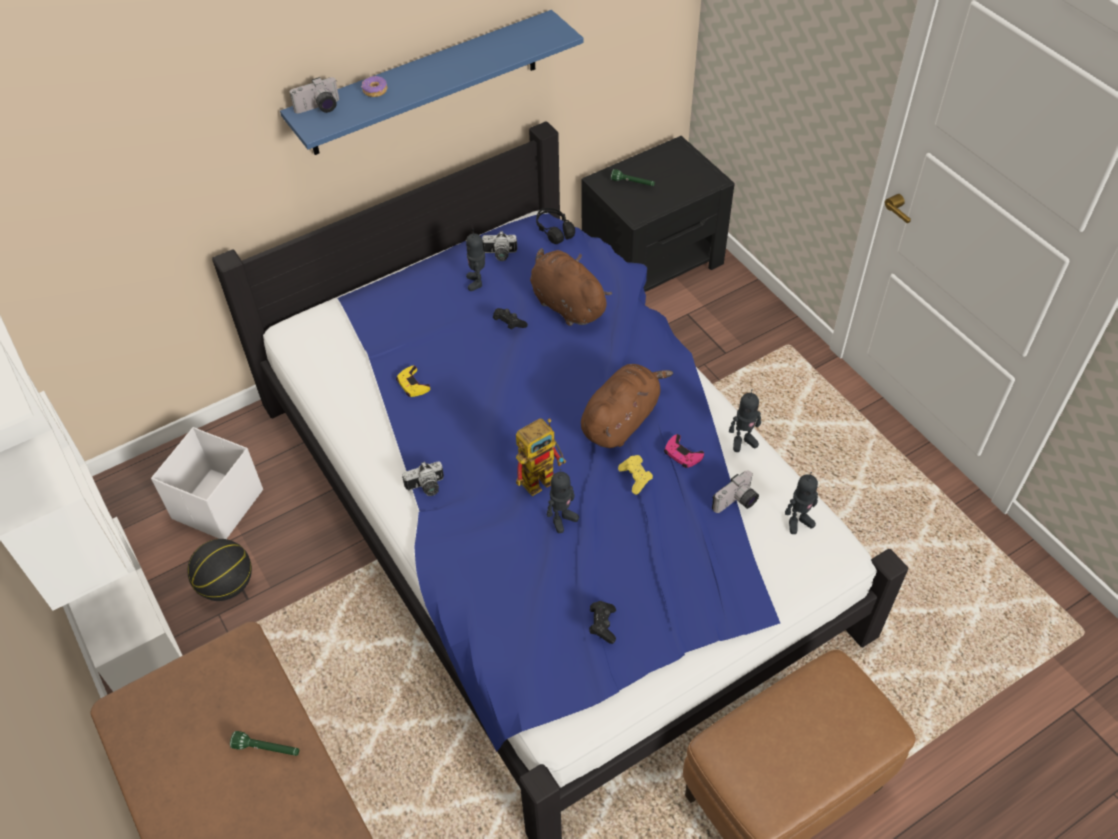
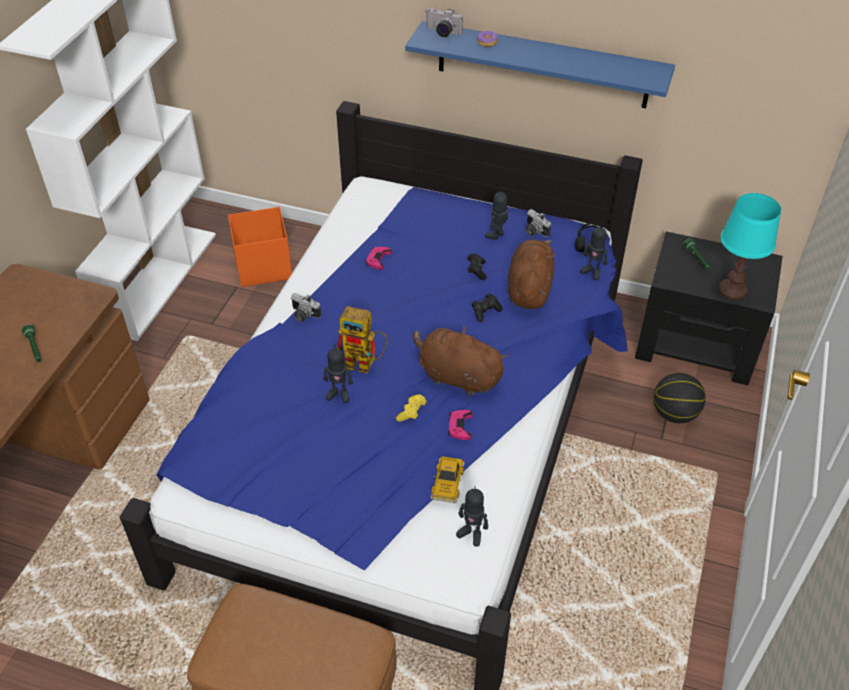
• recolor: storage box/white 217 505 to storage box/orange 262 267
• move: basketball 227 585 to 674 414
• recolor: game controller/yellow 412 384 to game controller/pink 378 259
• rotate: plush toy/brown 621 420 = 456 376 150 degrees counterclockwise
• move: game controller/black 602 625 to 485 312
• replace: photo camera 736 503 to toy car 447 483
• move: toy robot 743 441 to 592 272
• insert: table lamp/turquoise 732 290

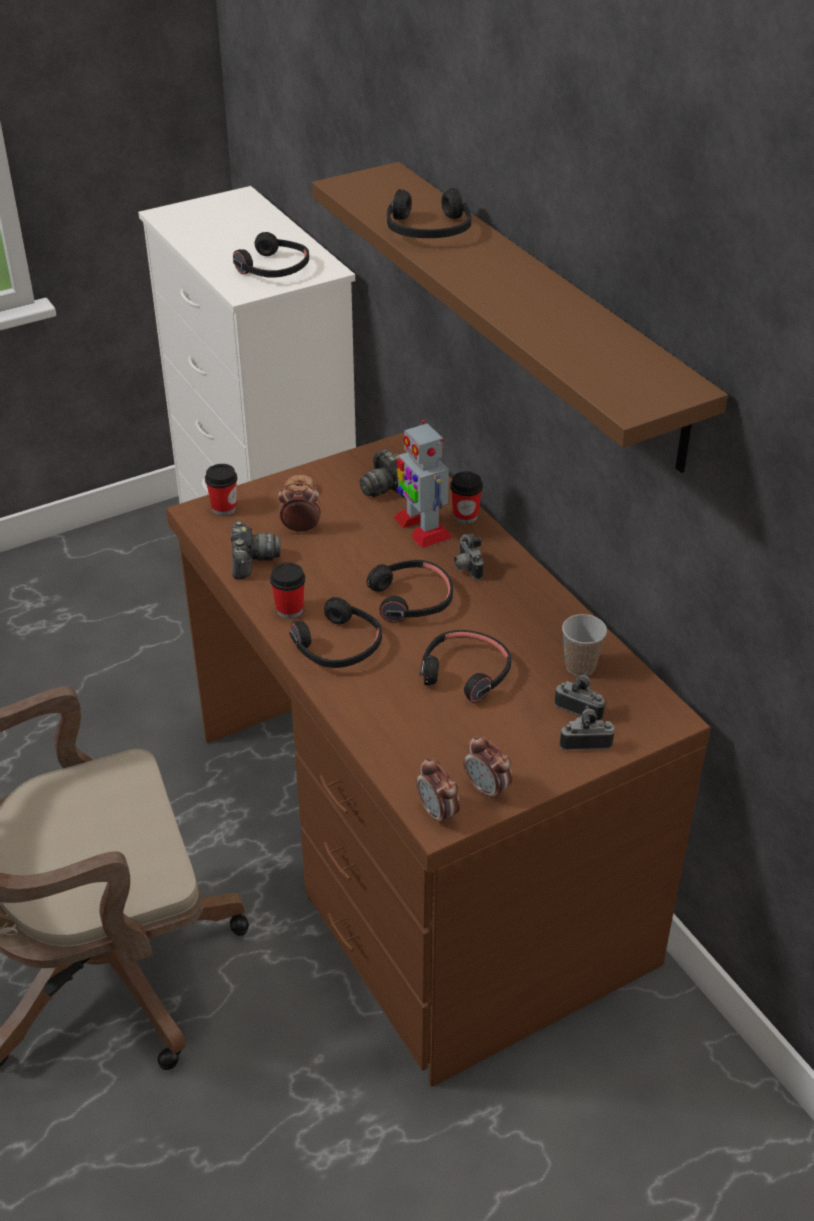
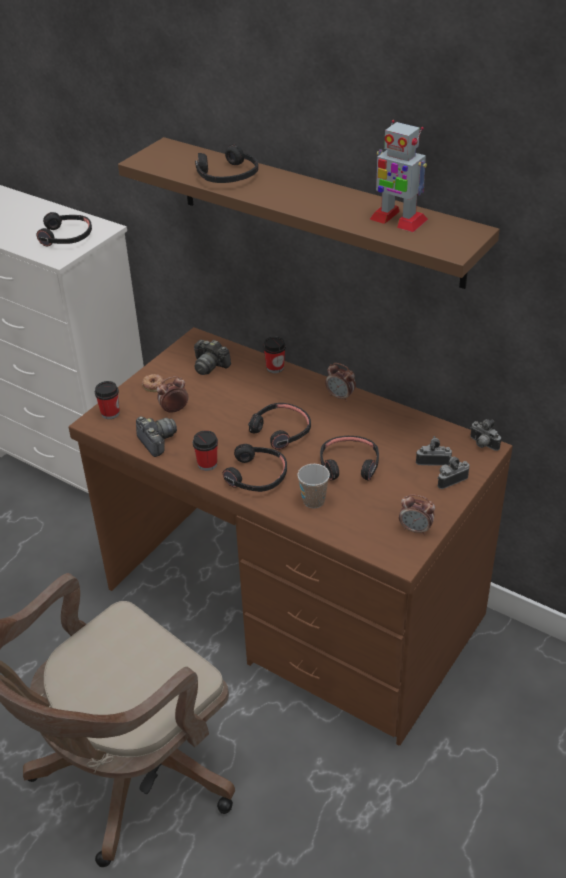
• move: toy robot 422 527 to 397 219
• move: alarm clock 438 813 to 340 396
• move: photo camera 466 568 to 482 445
• move: cup 580 666 to 313 501

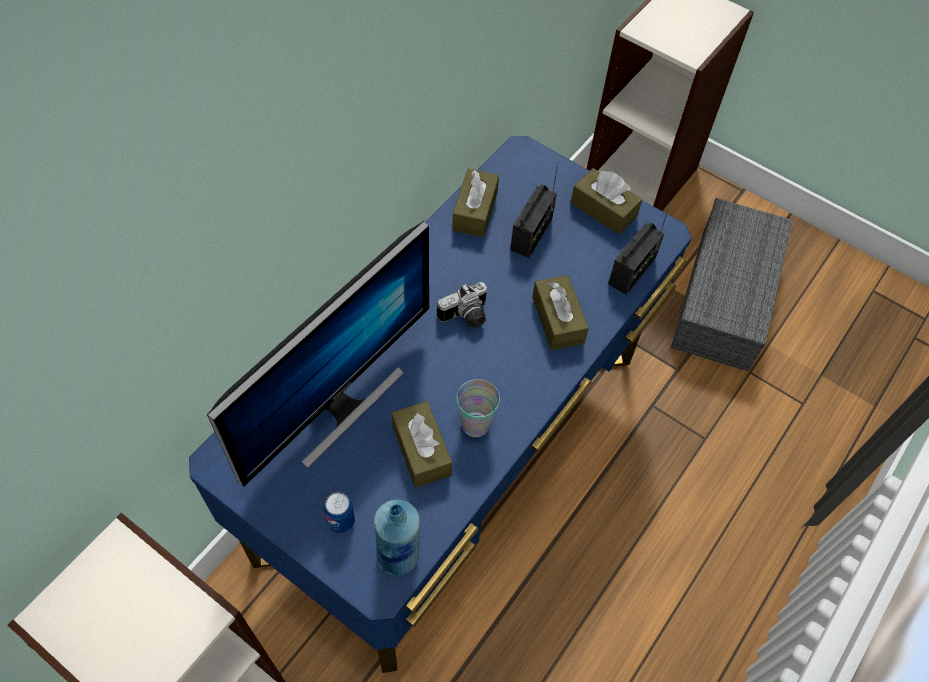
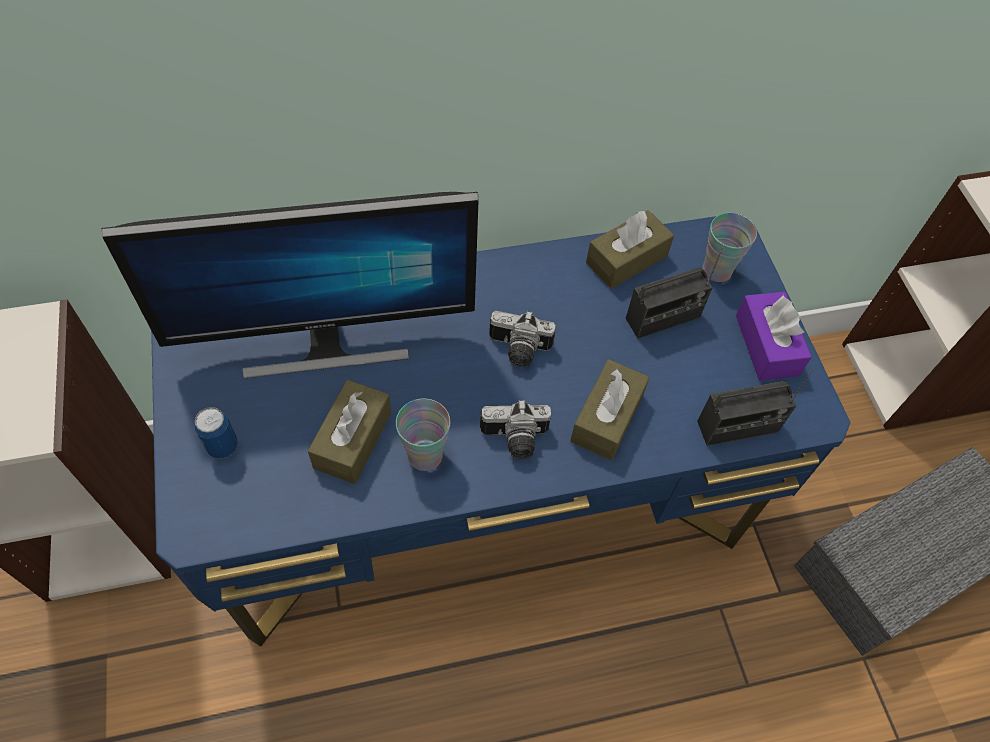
• delete: bottle/blue 399 556
• recolor: tissue box/brown 603 209 to tissue box/purple 766 345
• insert: photo camera 515 440
• insert: cup 716 270

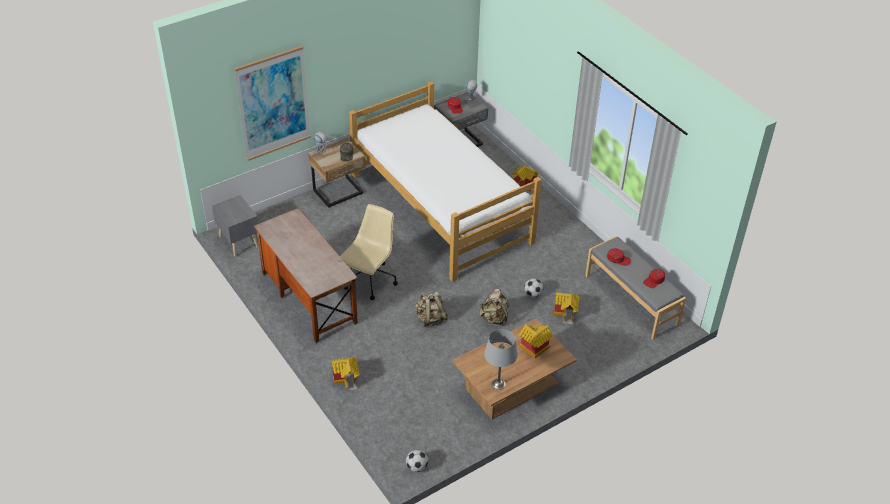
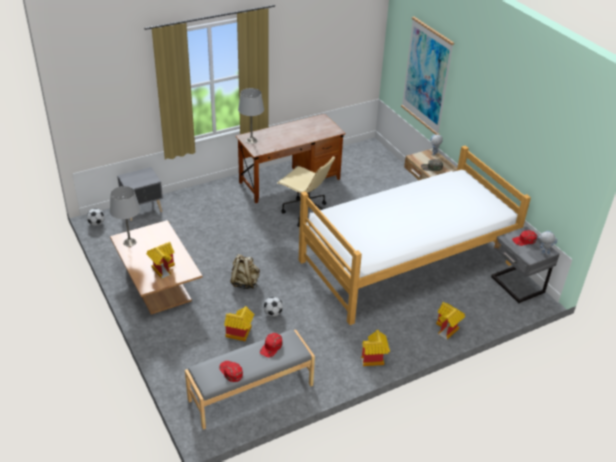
• move: nightstand/grey 239 241 to 143 210
• move: toy house 347 380 to 374 359
• delete: backpack/beige 430 319
• insert: table lamp/grey 251 140

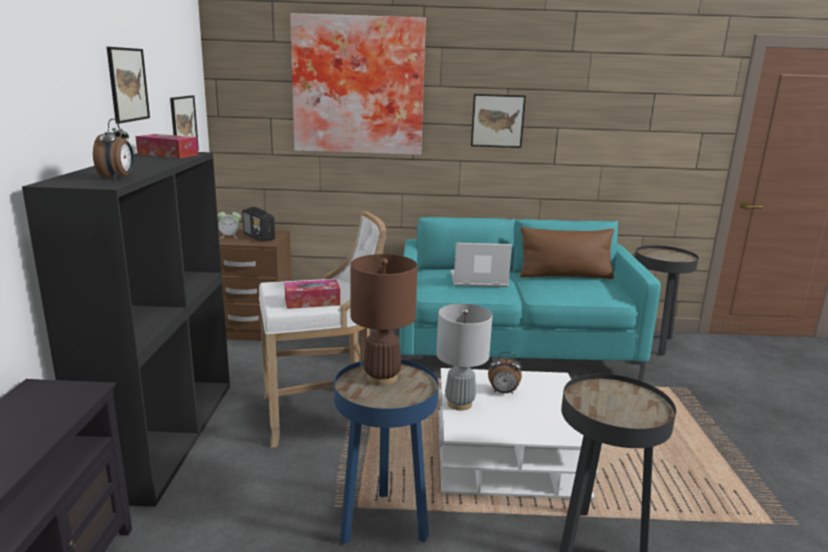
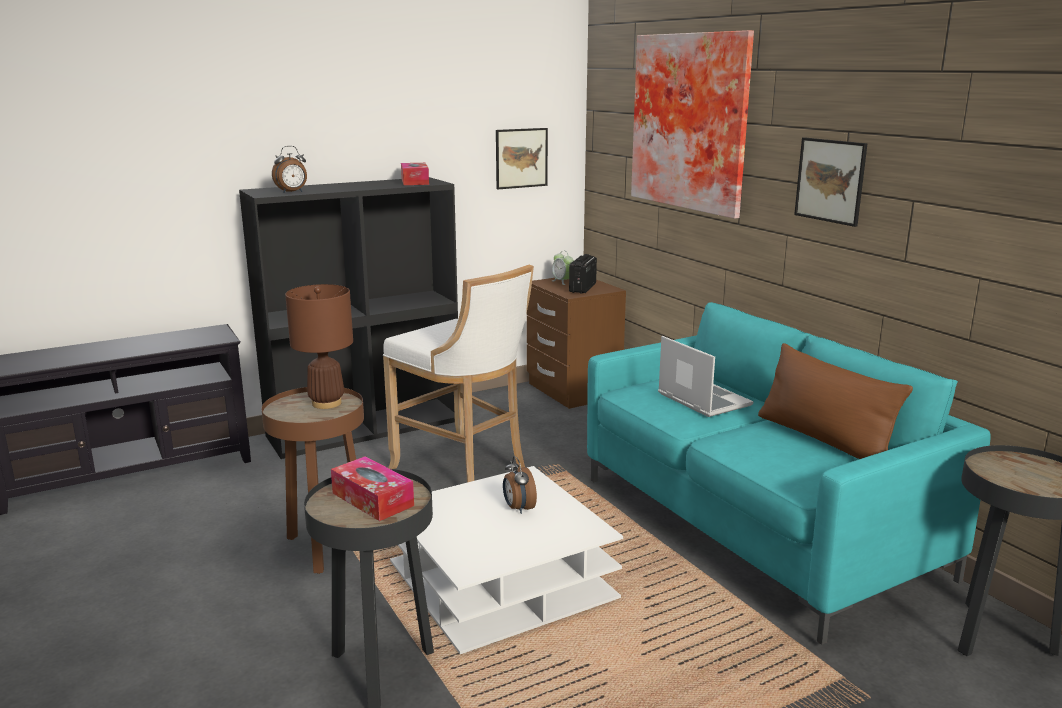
• delete: picture 128 84
• move: tissue box 312 302 to 372 499
• recolor: side table/blue 383 524 to side table/brown 326 548
• delete: table lamp/grey 459 404

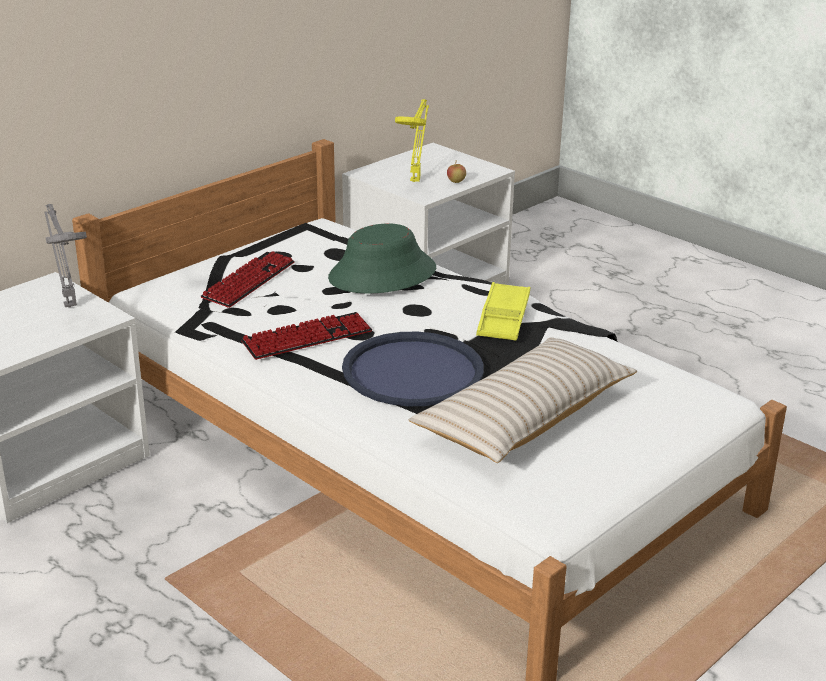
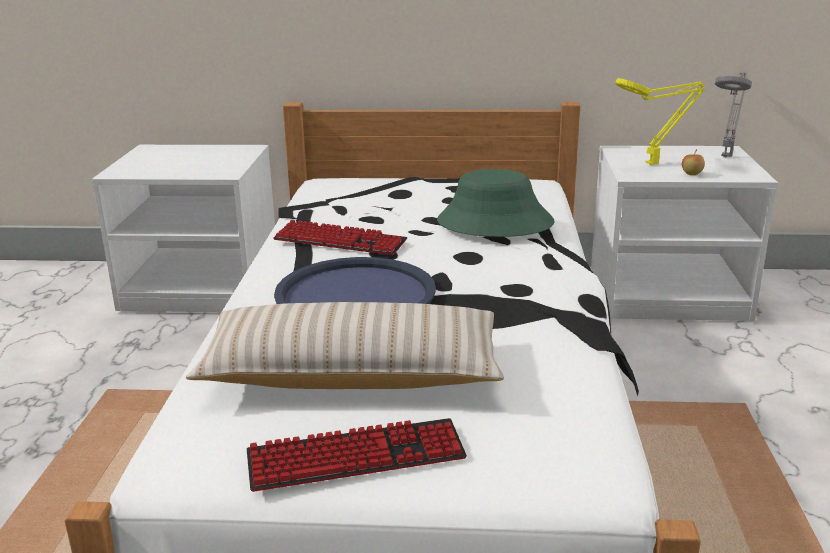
• move: table lamp/grey 69 304 to 727 155
• move: keyboard 249 281 to 356 457
• delete: tray/yellow 503 318

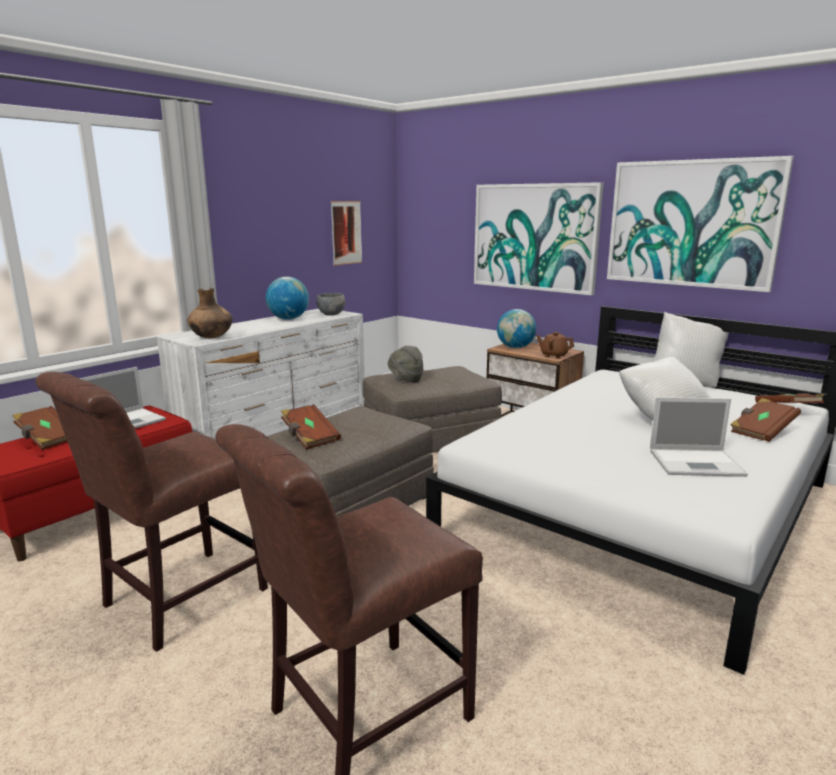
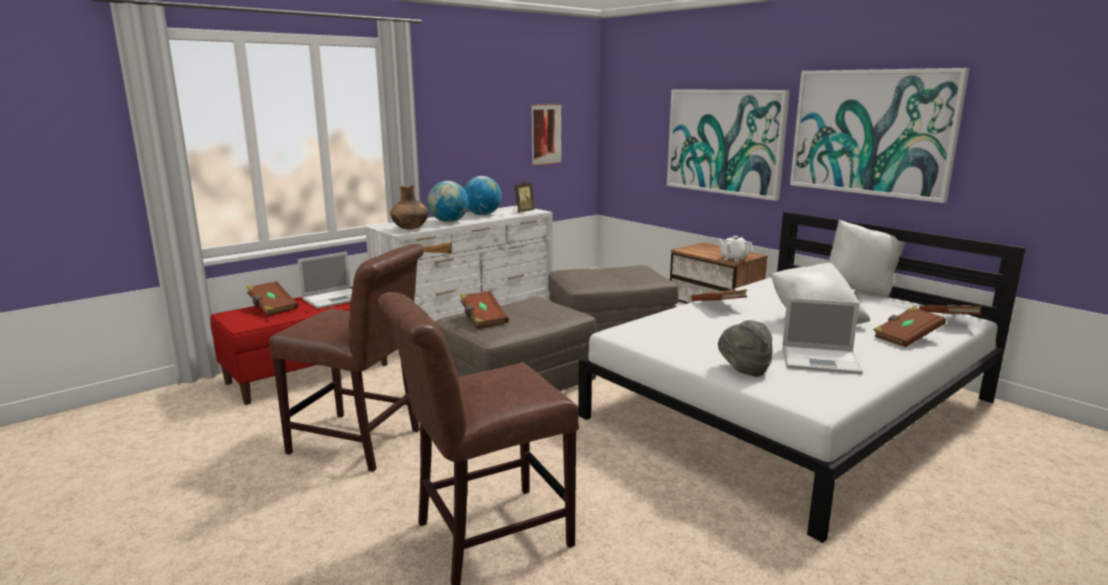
• rotate: chair/brown 177 600 = 361 443 120 degrees counterclockwise
• replace: bowl/grey 331 314 to picture frame 523 212
• move: hat/grey 406 380 to 743 370
• move: globe 515 348 to 448 221
• recolor: teapot/brown 554 356 to teapot/white 733 259
• insert: book/brown 718 306

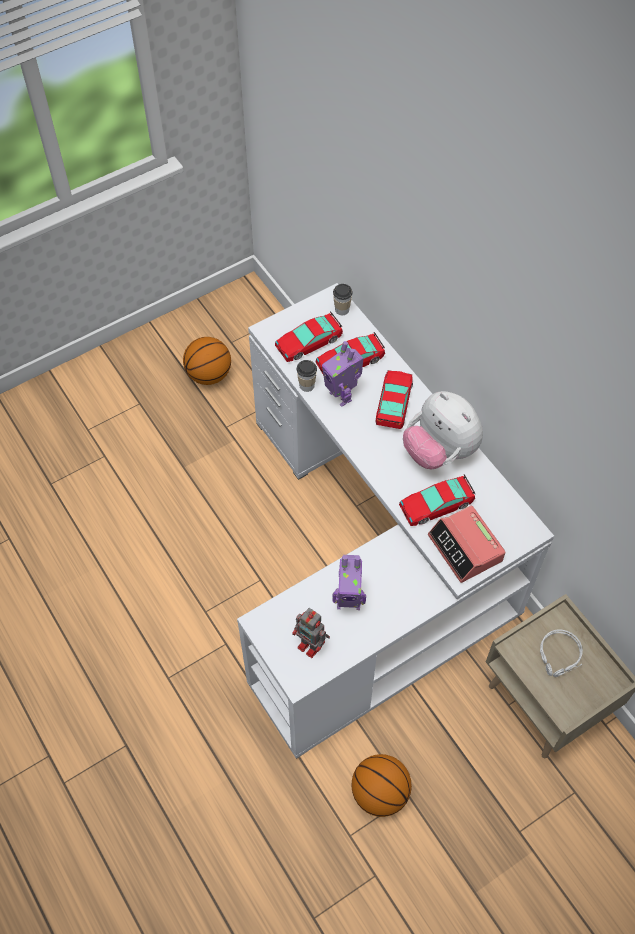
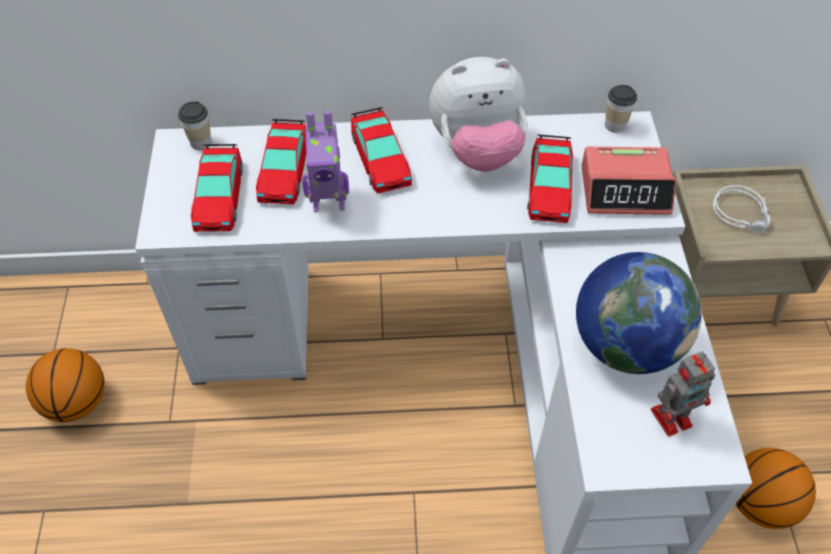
• move: cup 307 385 to 615 125
• replace: toy robot 348 601 to globe 625 344
• rotate: toy car 394 403 = 380 159 150 degrees counterclockwise

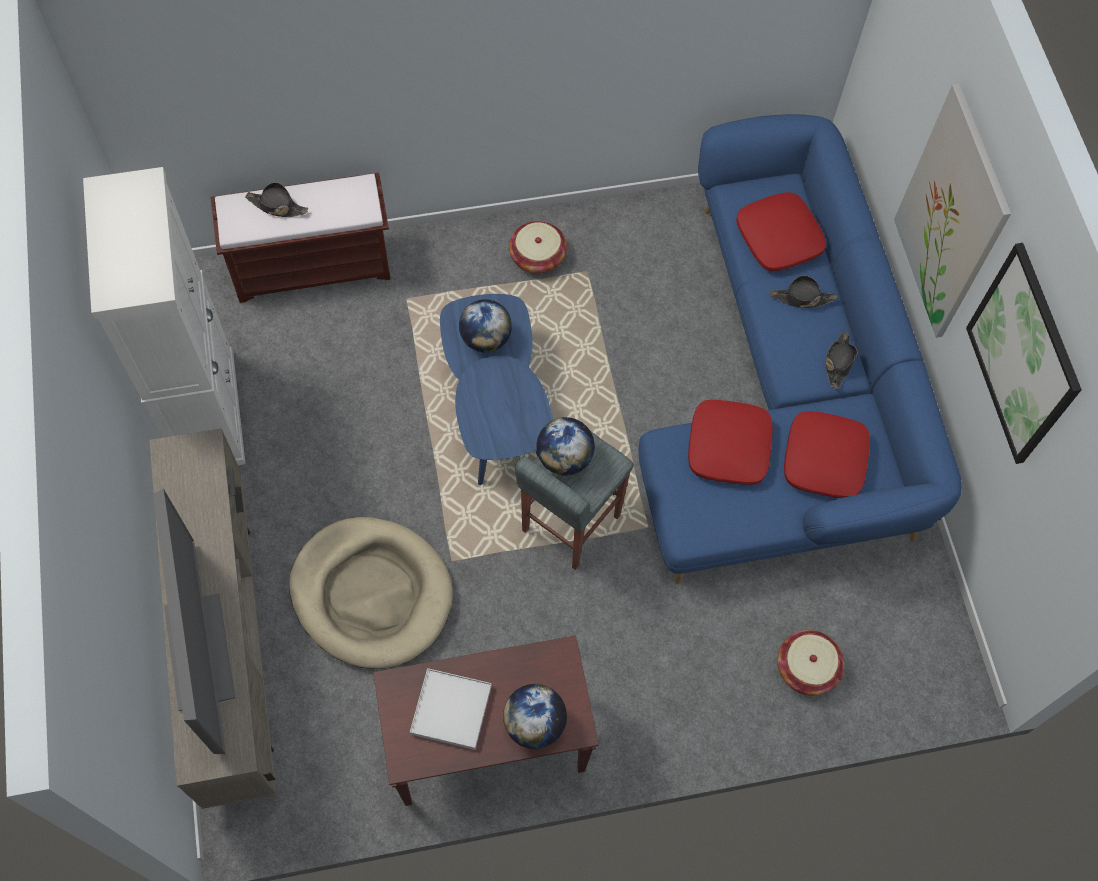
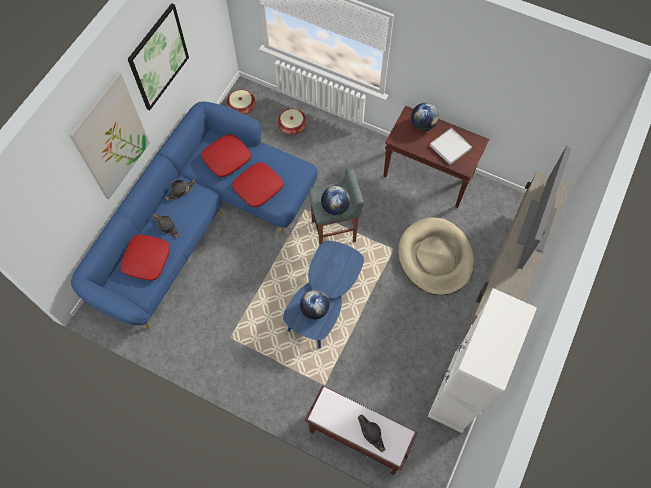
• move: basket 537 256 to 242 107

